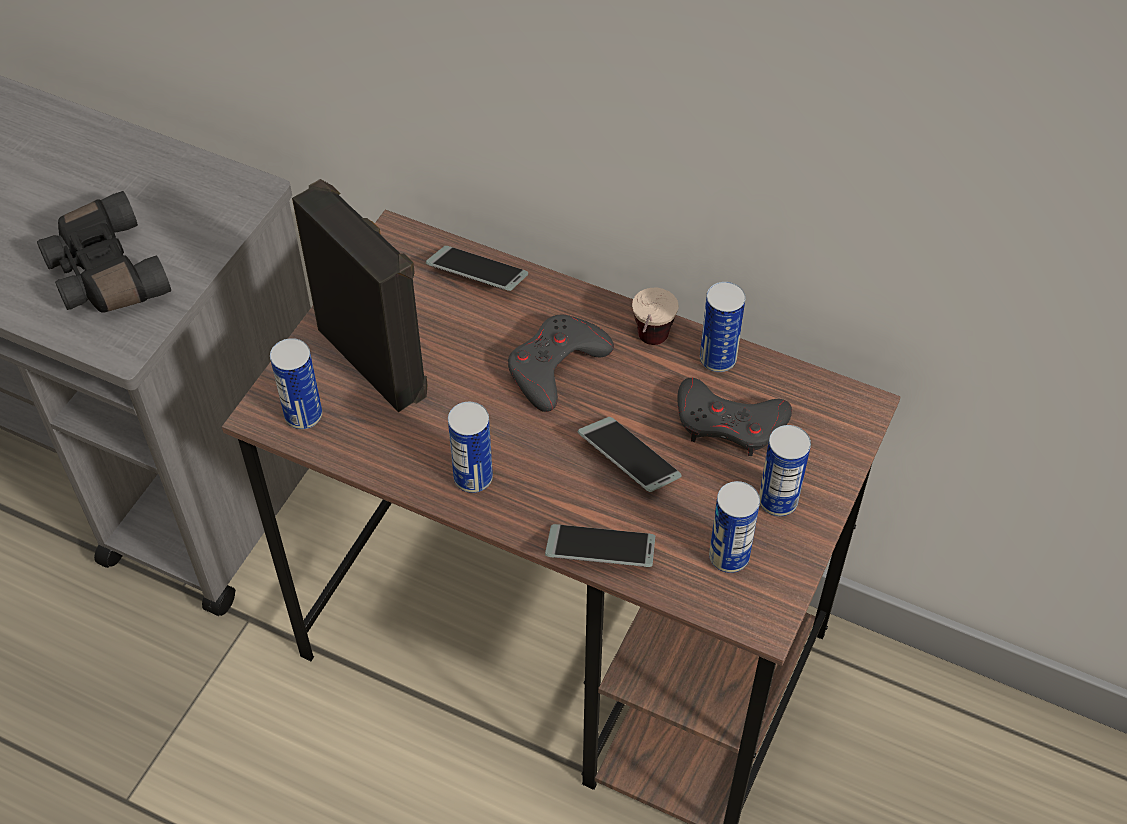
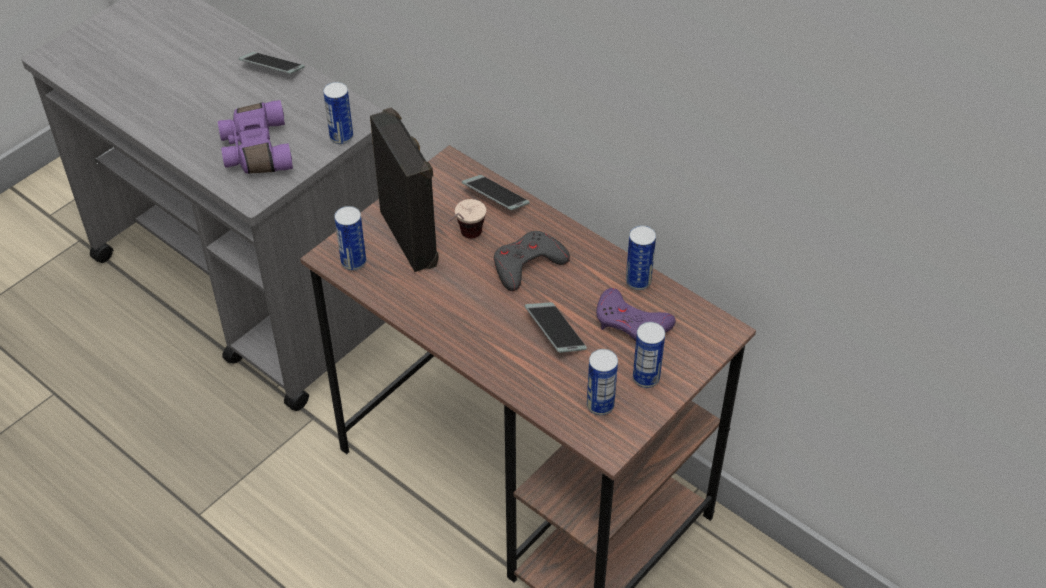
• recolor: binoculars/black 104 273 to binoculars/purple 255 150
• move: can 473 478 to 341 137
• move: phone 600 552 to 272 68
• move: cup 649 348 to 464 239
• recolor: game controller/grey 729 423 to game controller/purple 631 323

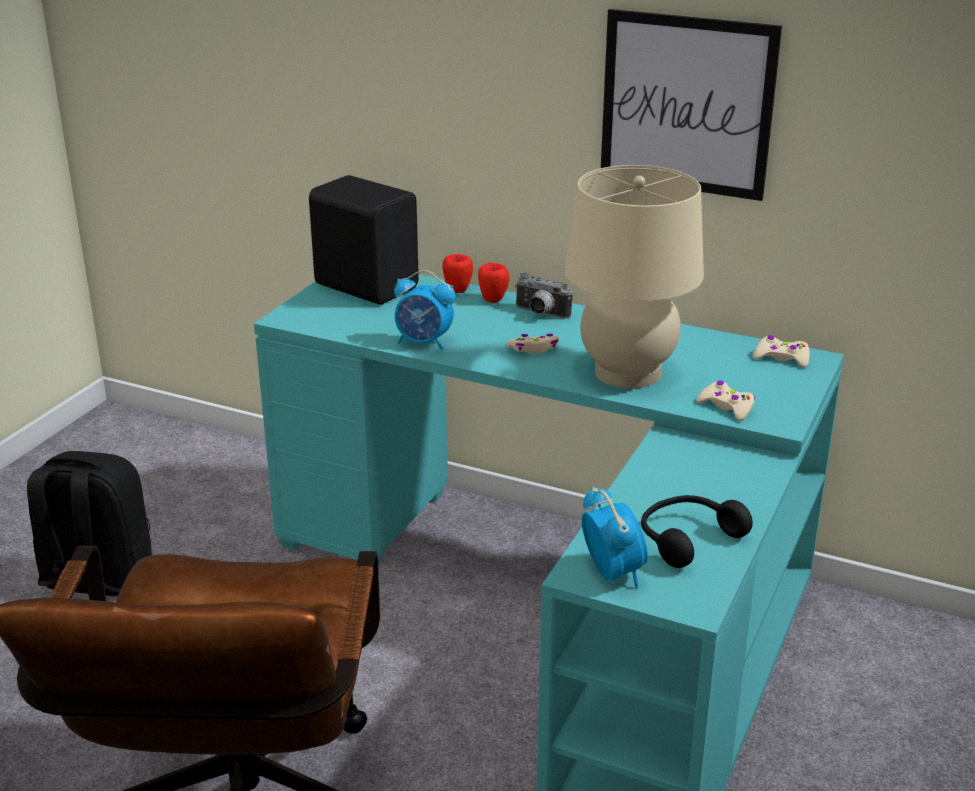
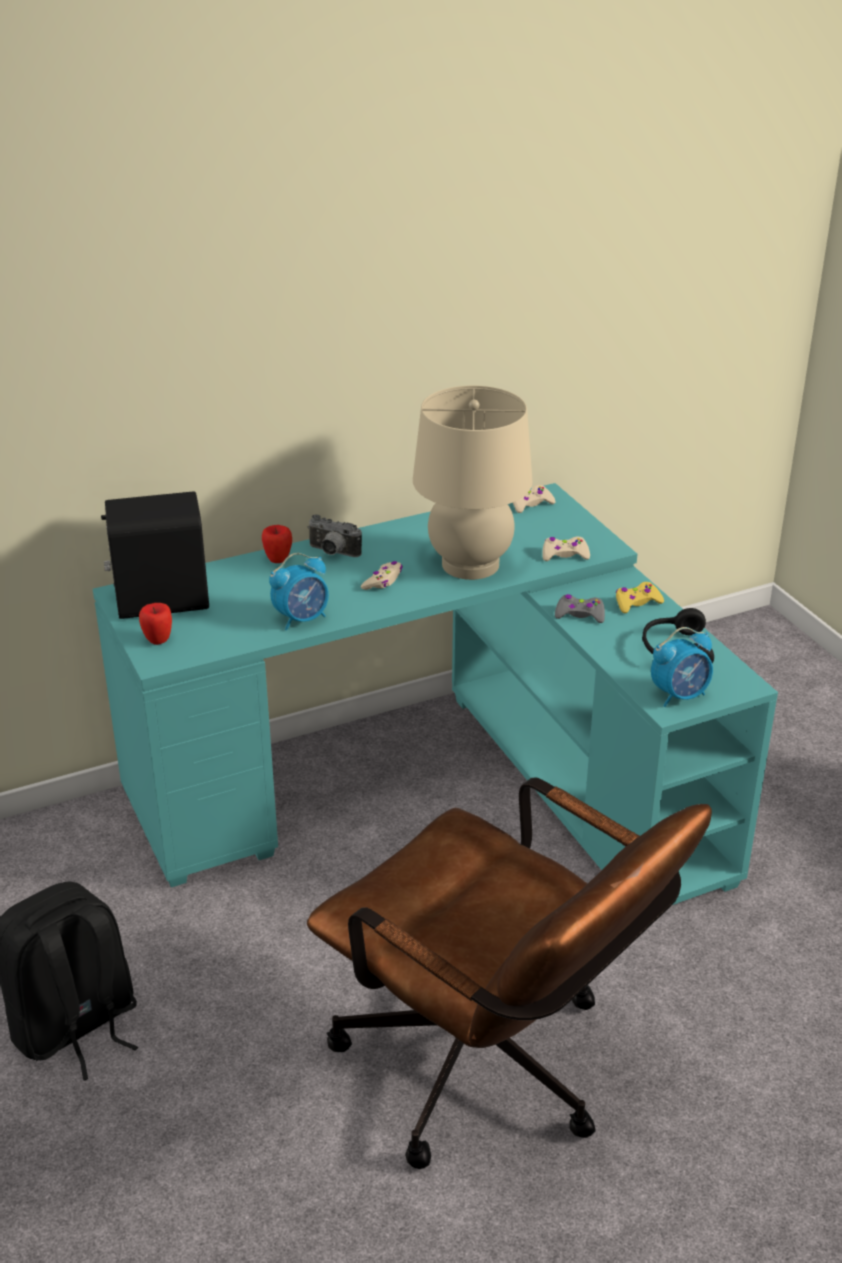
• move: apple 458 290 to 158 640
• rotate: photo camera 540 314 = 332 553 45 degrees clockwise
• rotate: alarm clock 612 573 = 680 695 135 degrees clockwise
• delete: picture 687 104
• insert: game controller/grey 580 614
• insert: game controller/yellow 637 603

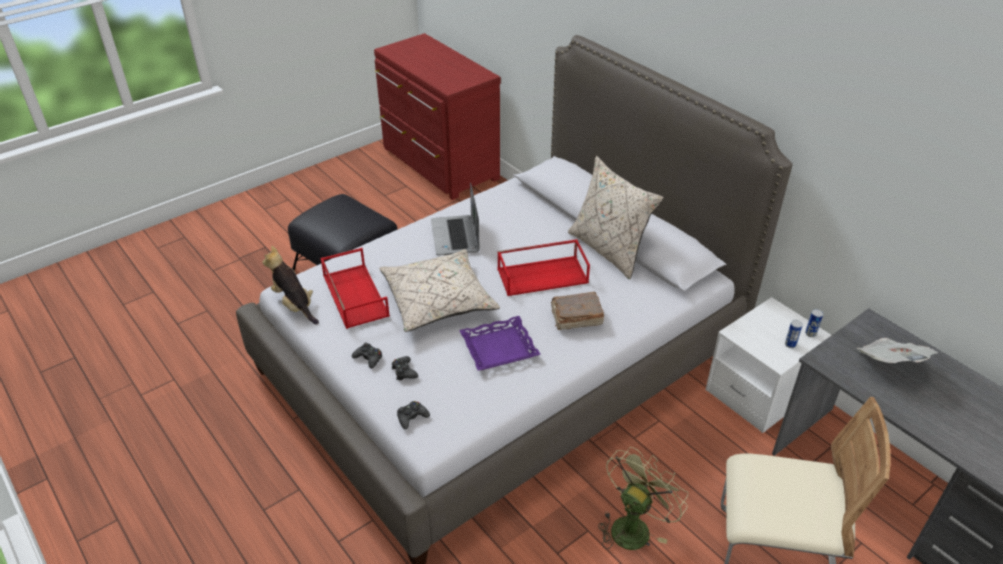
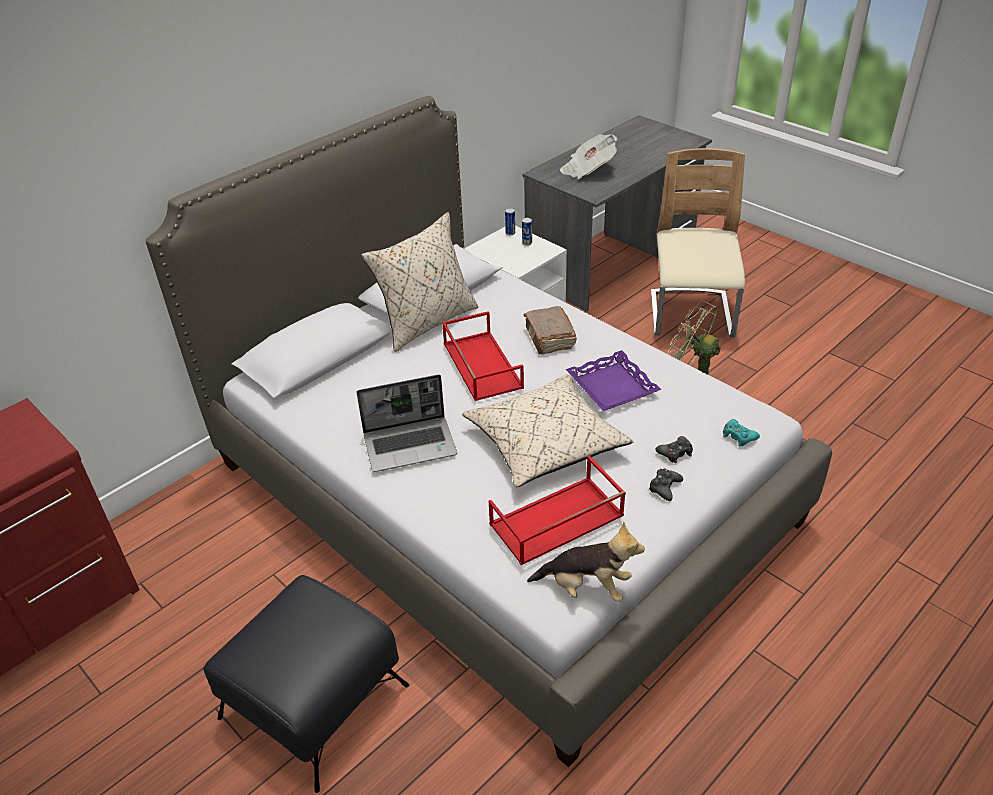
• rotate: plush toy 294 305 = 586 587 120 degrees counterclockwise
• recolor: game controller/black 412 417 to game controller/turquoise 738 436

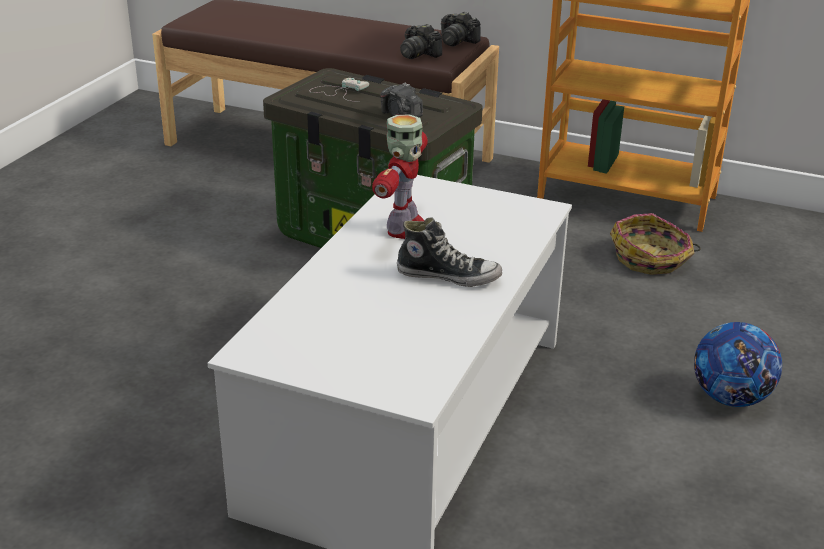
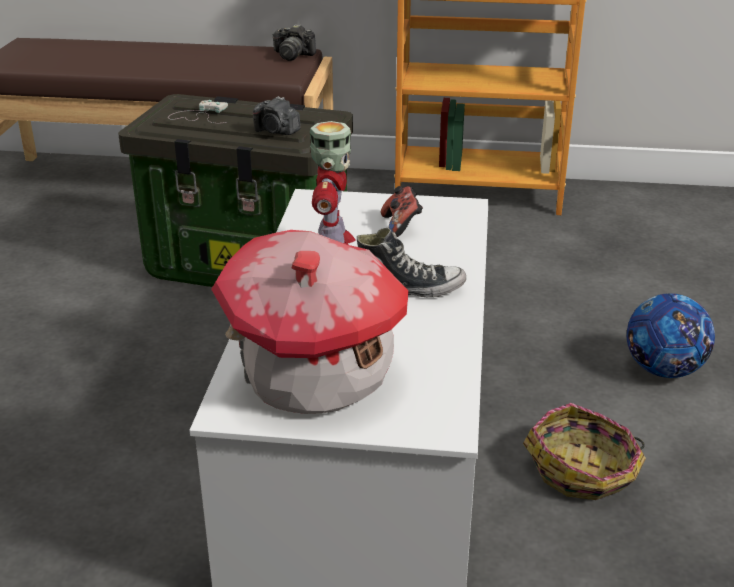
• delete: photo camera 418 54
• move: basket 651 259 to 584 470
• insert: toy house 316 374
• insert: game controller 401 226

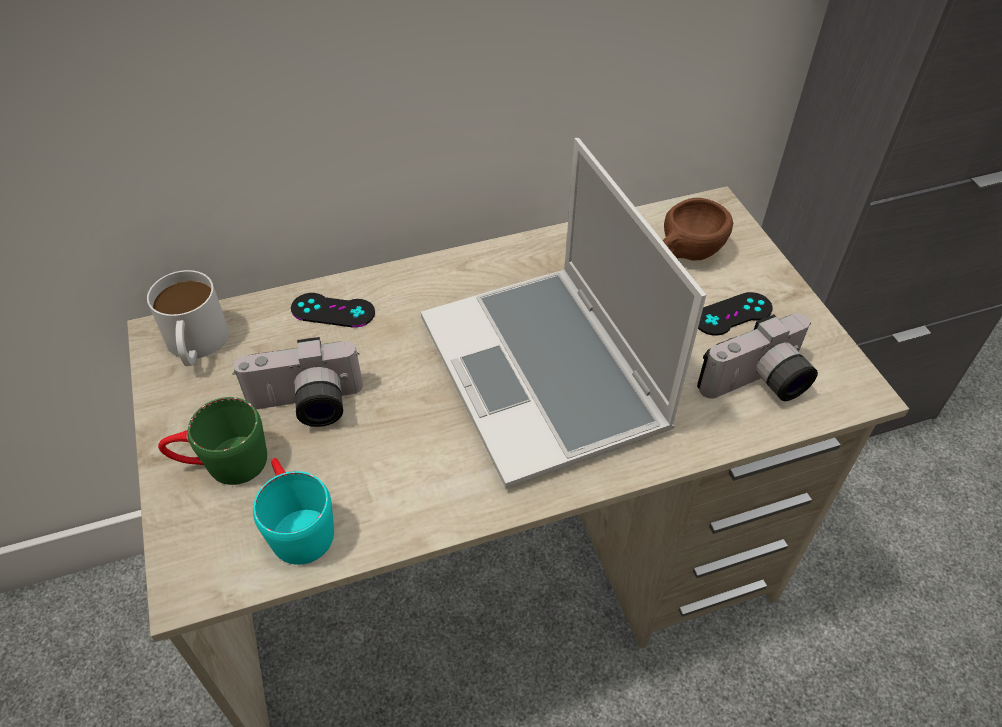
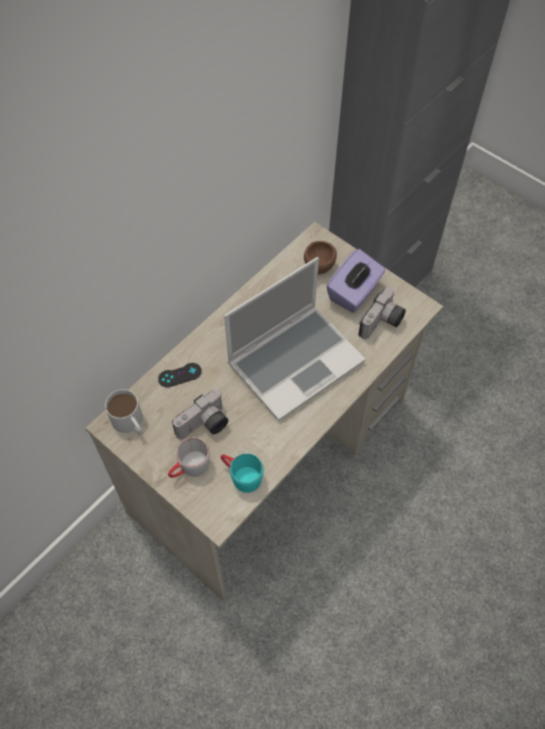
• recolor: mug/green 222 464 to mug/grey 189 468
• rotate: laptop 547 376 = 296 361 75 degrees counterclockwise
• replace: game controller/black 733 314 to tissue box/purple 354 293

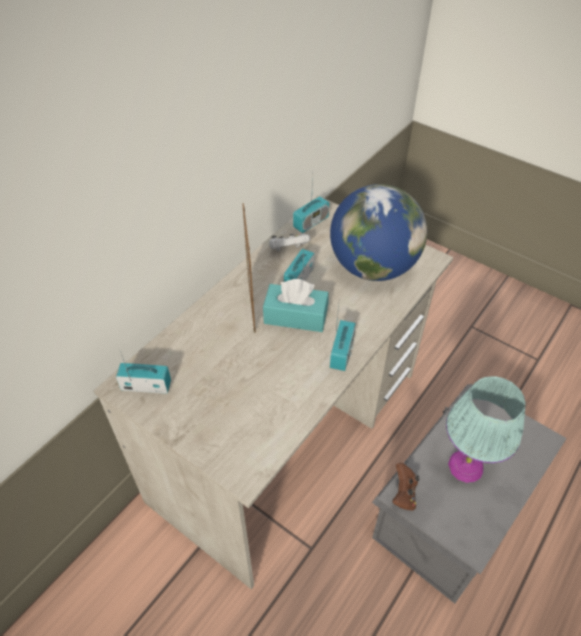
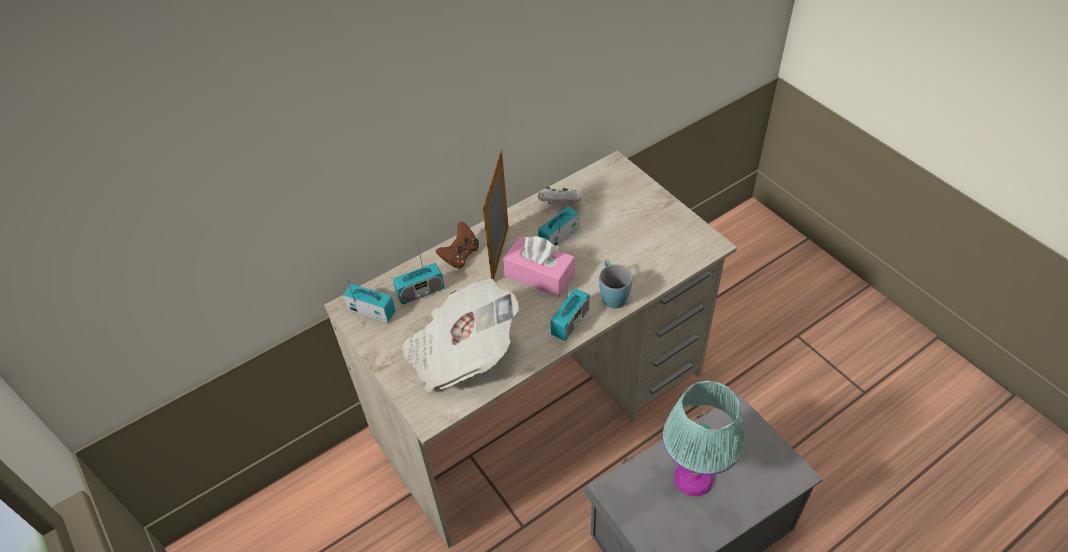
• recolor: tissue box/turquoise 295 316 to tissue box/pink 539 275
• move: radio 311 222 to 420 292
• delete: globe 373 267
• move: game controller/brown 404 493 to 460 255
• insert: newspaper 461 353
• insert: mug/blue 612 294

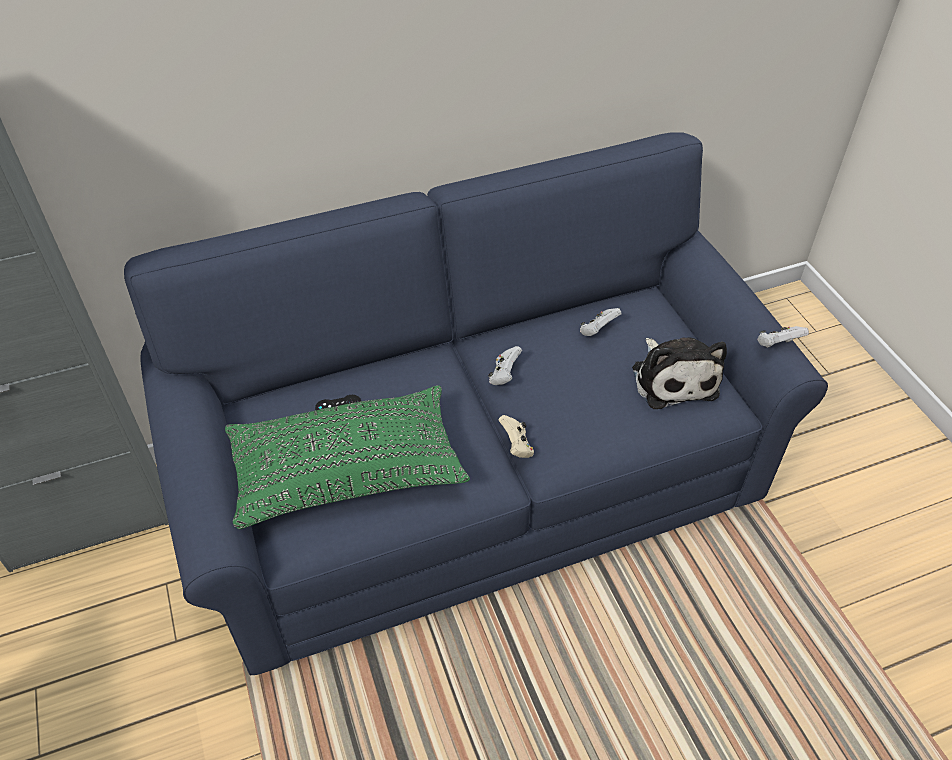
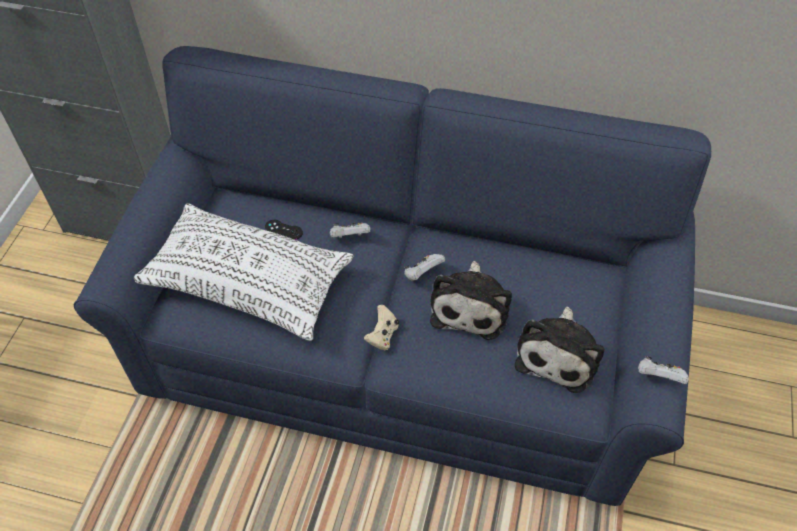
• recolor: pillow/green 347 471 to pillow/white 248 283
• move: game controller/white 597 331 to 350 237
• insert: plush toy 471 306

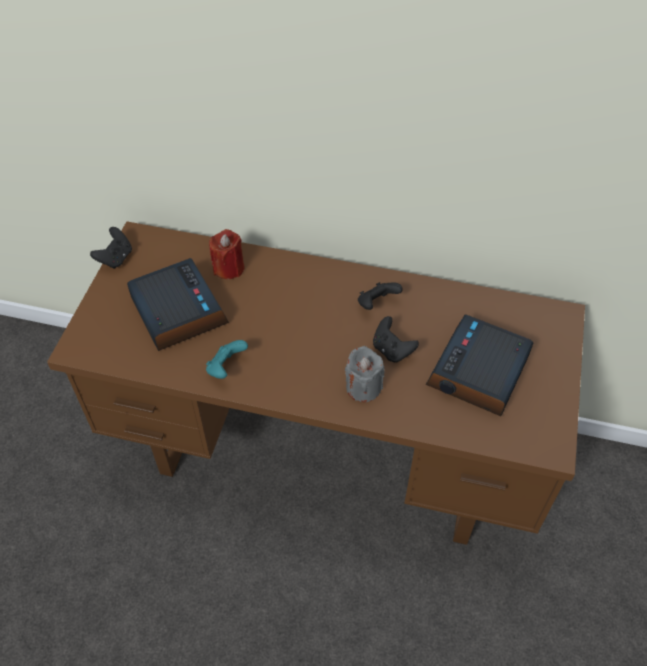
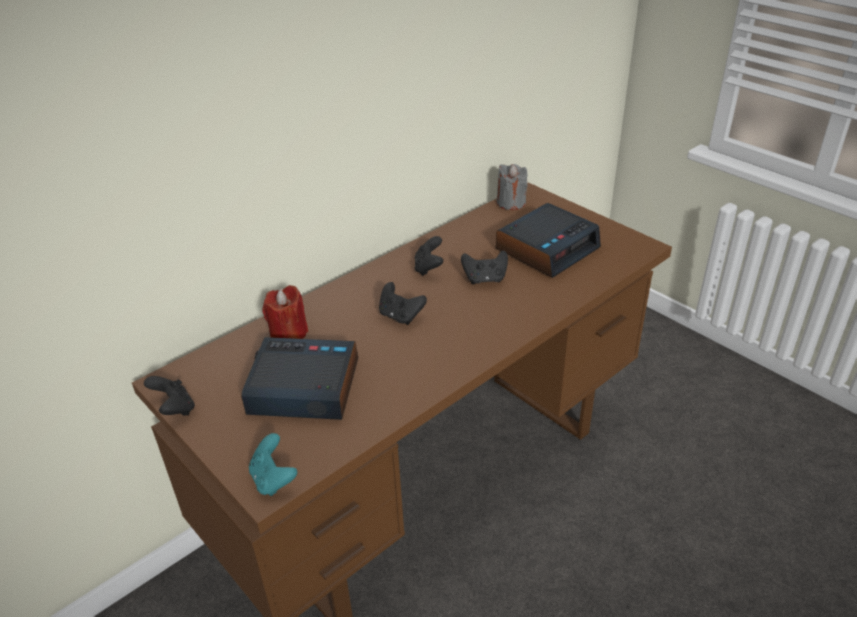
• move: game controller/turquoise 226 368 to 273 479
• move: candle/grey 363 387 to 511 203
• rotate: alarm clock 478 373 = 547 248 105 degrees counterclockwise
• insert: game controller/black 400 316

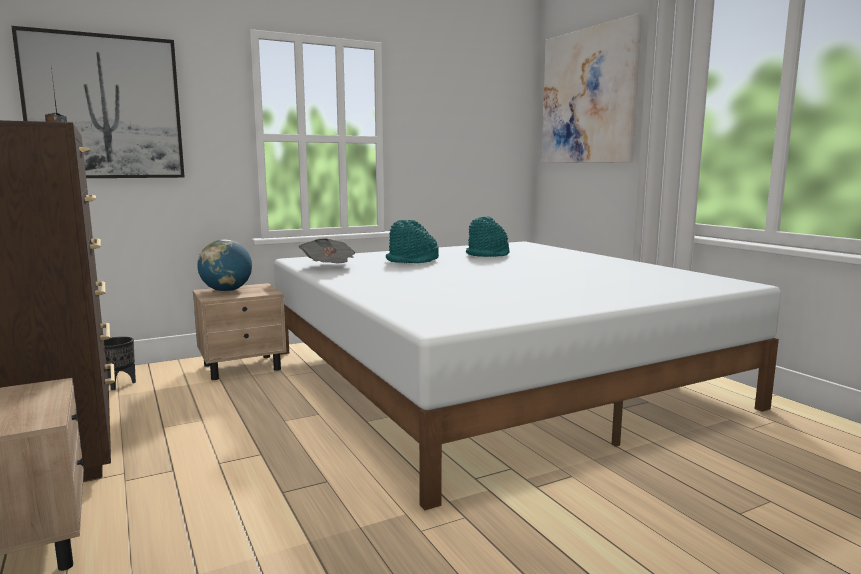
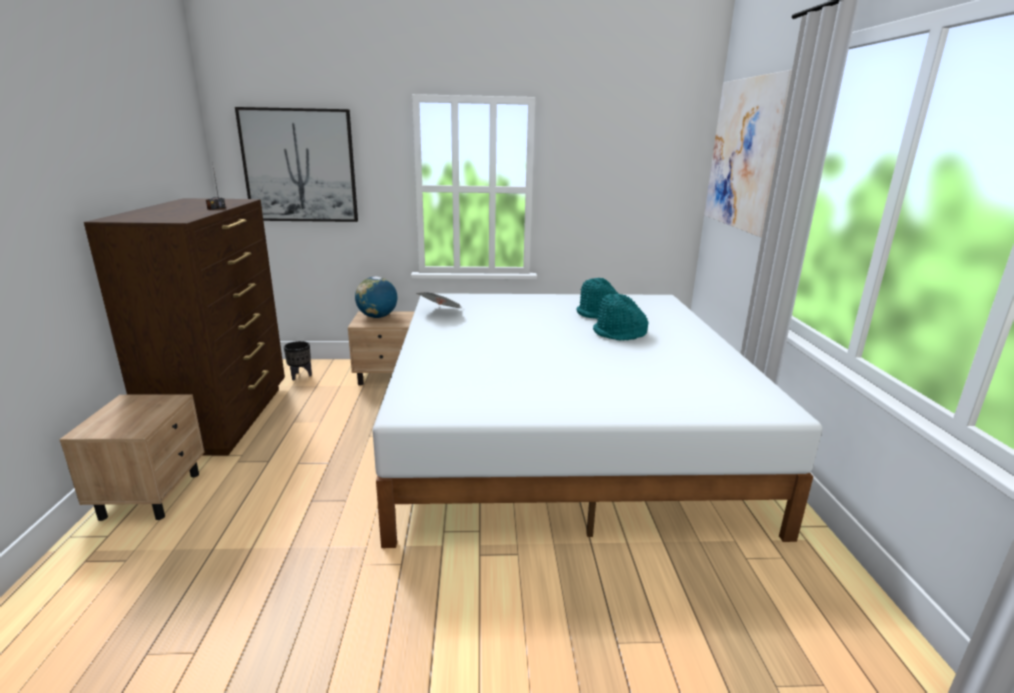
• move: hat/turquoise 412 261 to 619 334

